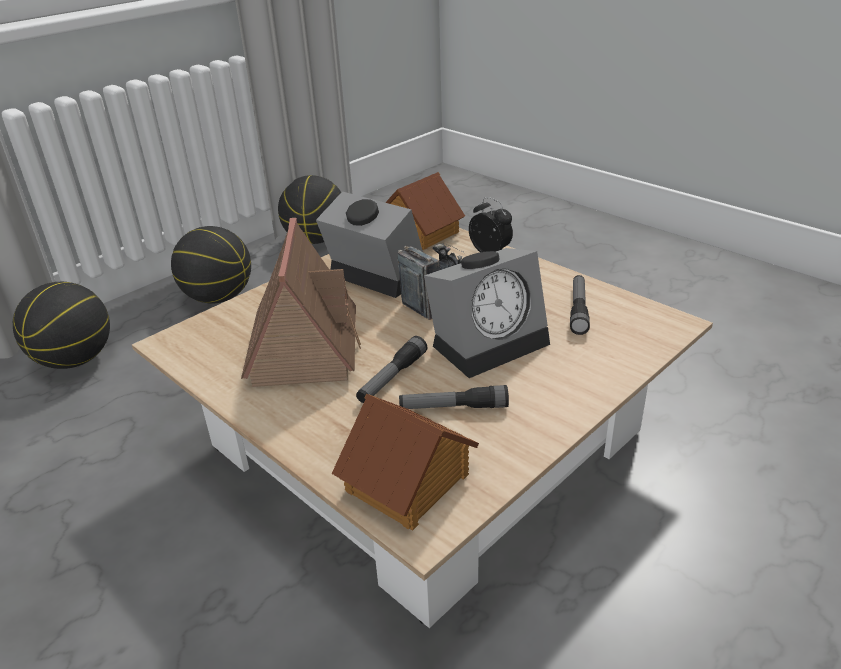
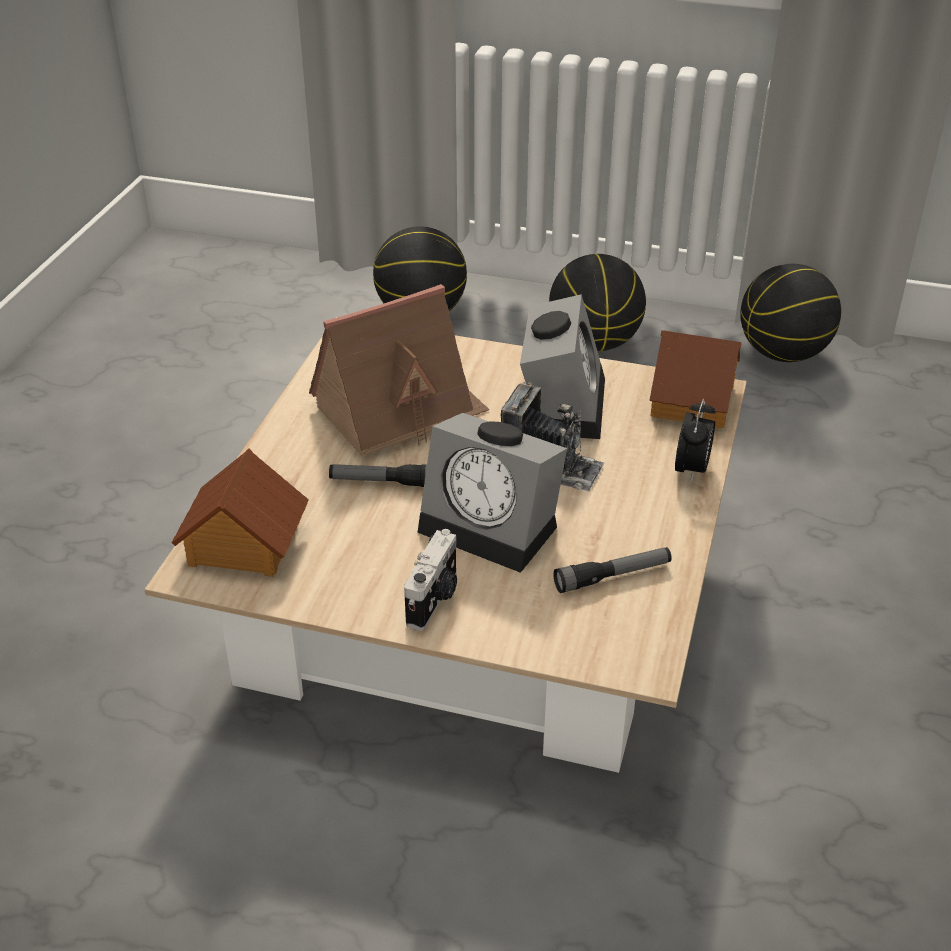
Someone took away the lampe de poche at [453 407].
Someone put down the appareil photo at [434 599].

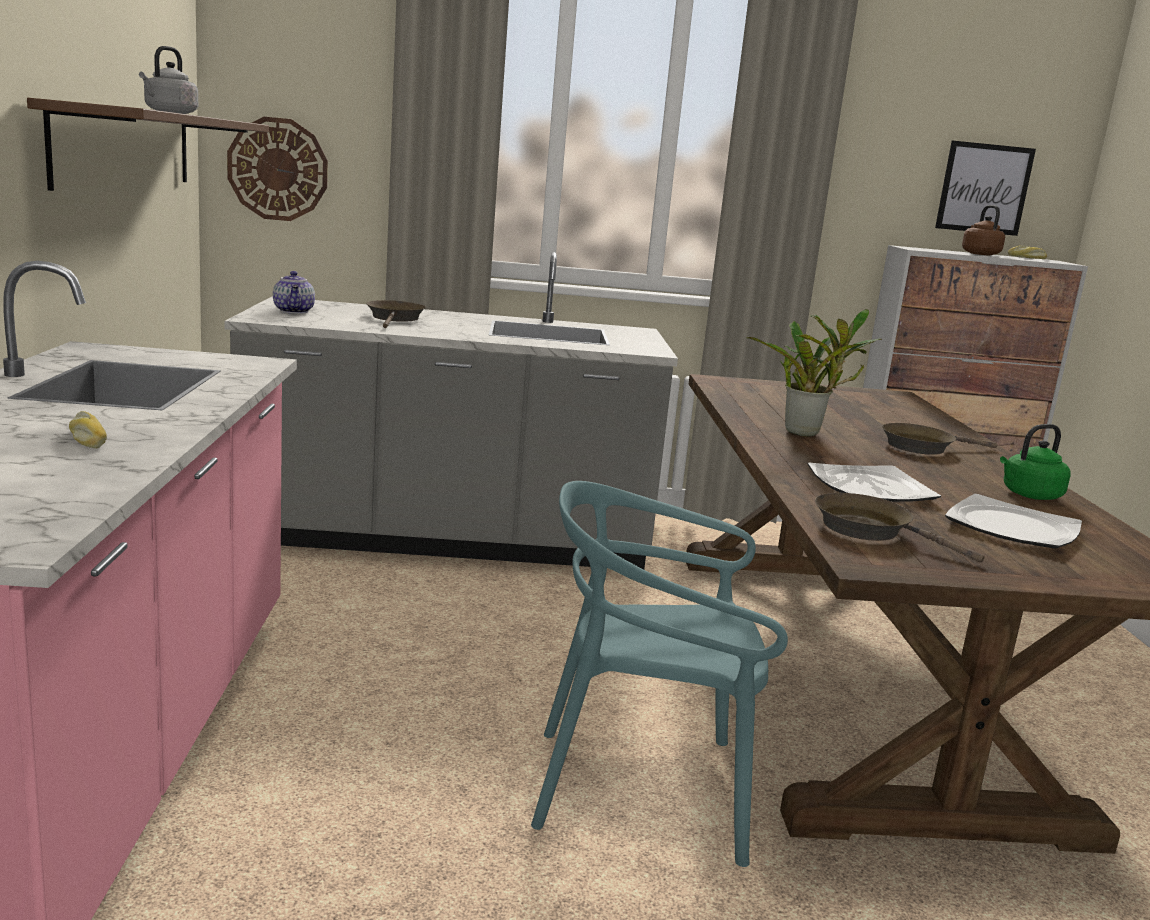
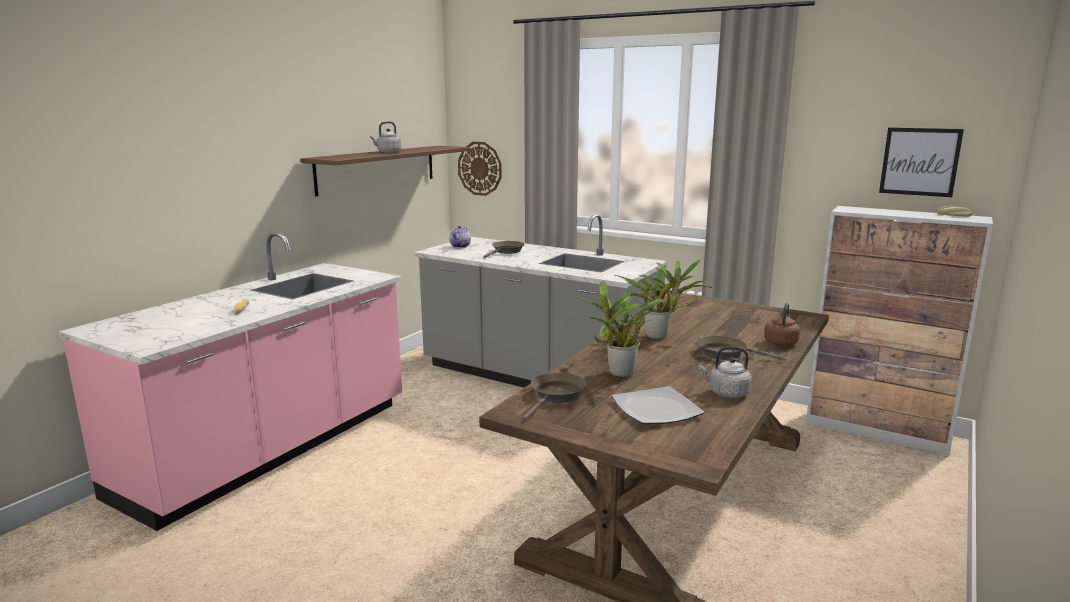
Someone took away the chaise (turquoise) at [641 789].
Someone swapped the assiette at [871 488] for the plante en pot at [618 374].
Someone rotated the poêle (marron) at [869 530] by 45 degrees clockwise.
Someone carried the bouilloire (marron) from [979 254] to [781 342].
Someone repainted the bouilloire (vert) at [1029 495], which became the bouilloire (gris) at [726 393].

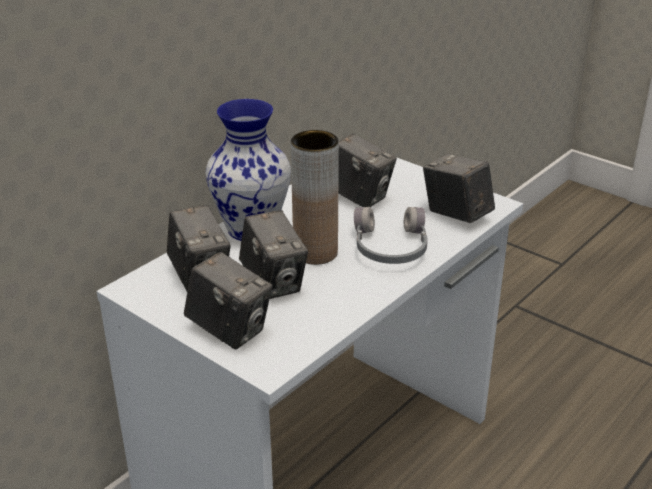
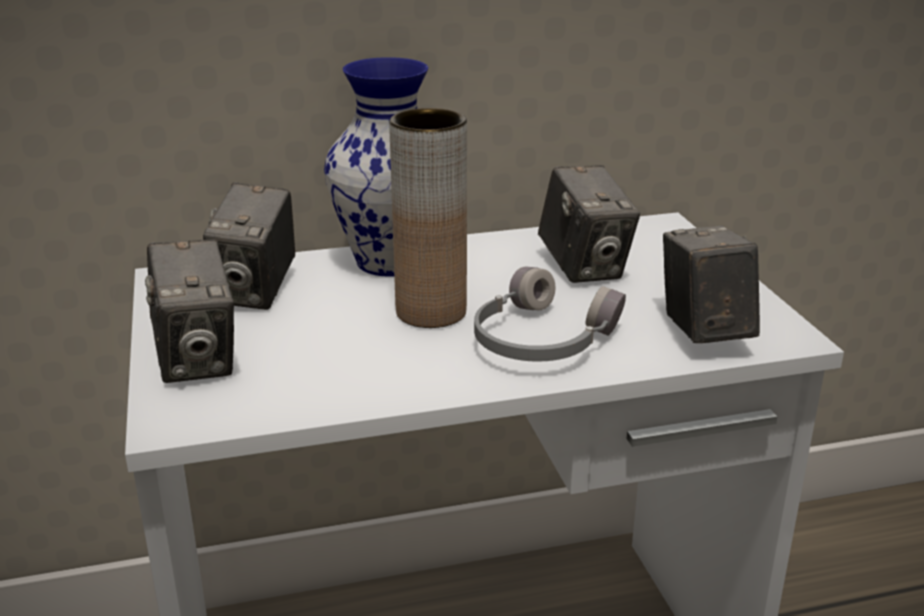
Someone took away the appareil photo at [273 283].

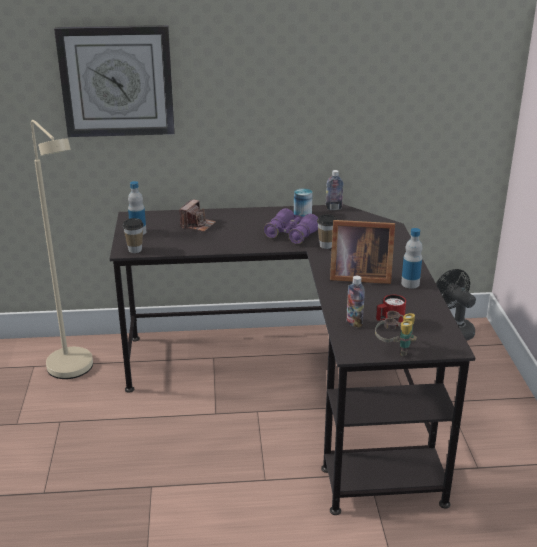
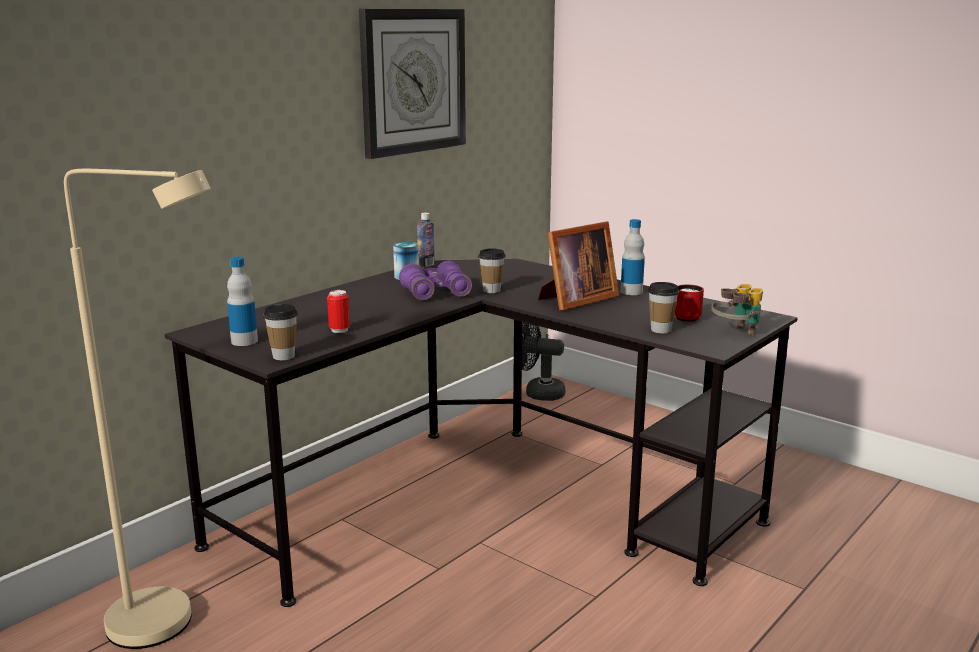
Someone carried the horloge murale from [117 81] to [413 81].
Someone took away the appareil photo at [197 225].
Someone swapped the bouteille at [354 323] for the tasse at [660 330].
Someone put down the boîte métallique at [339 330].

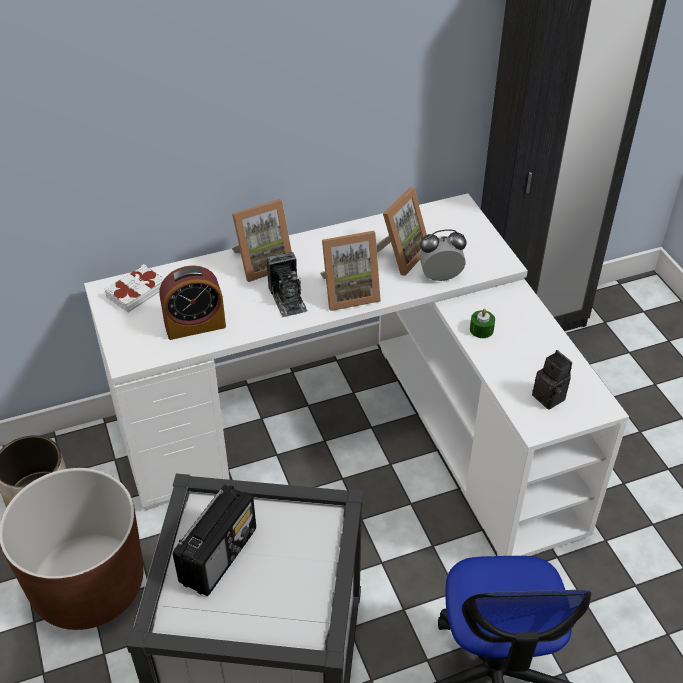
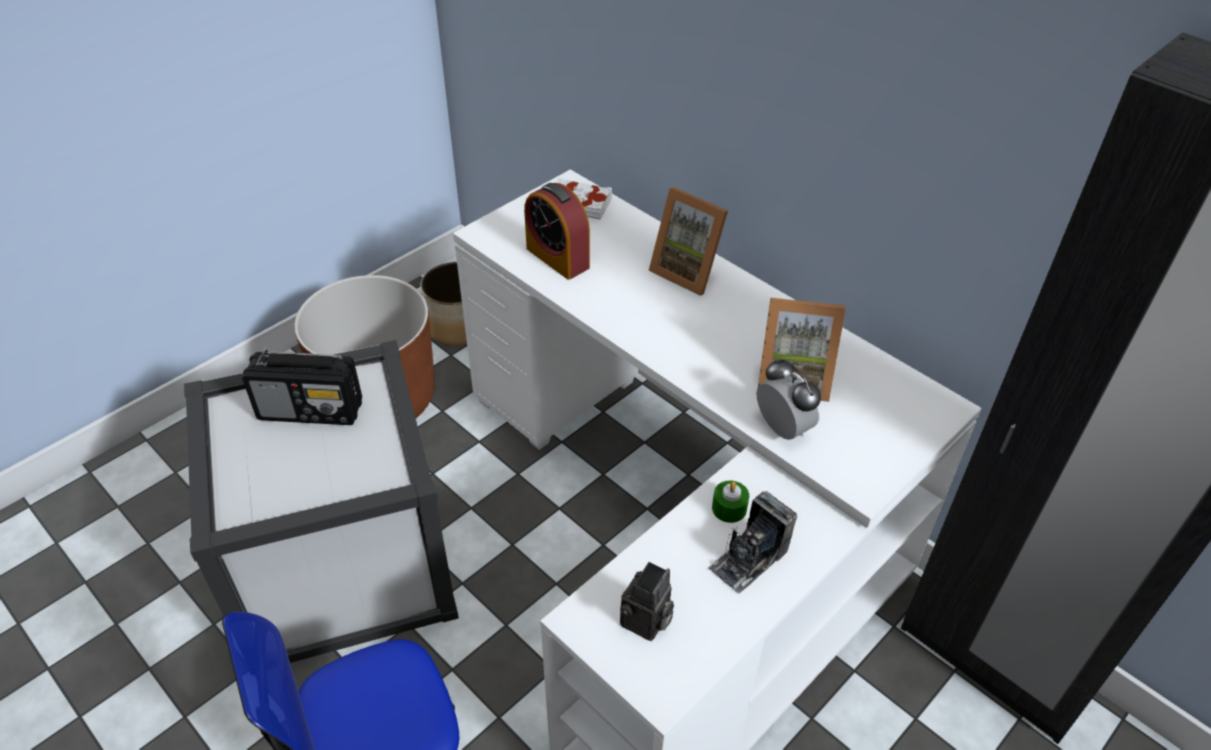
Someone carried the appareil photo from [287 299] to [748 559].
Someone took away the cadre photo at [349 293].

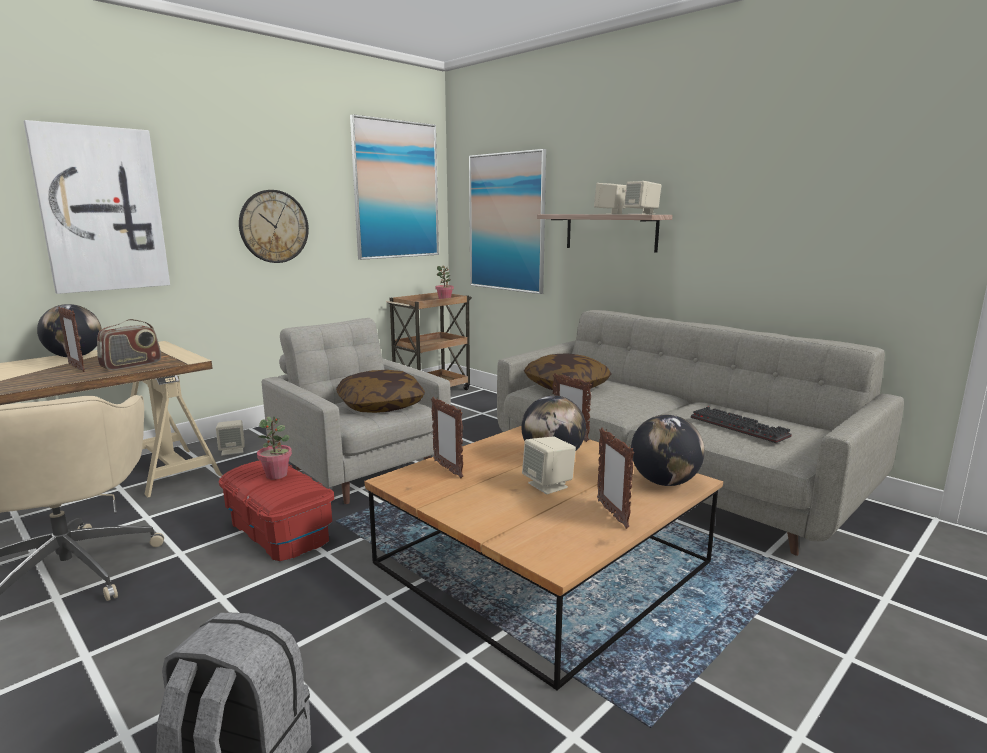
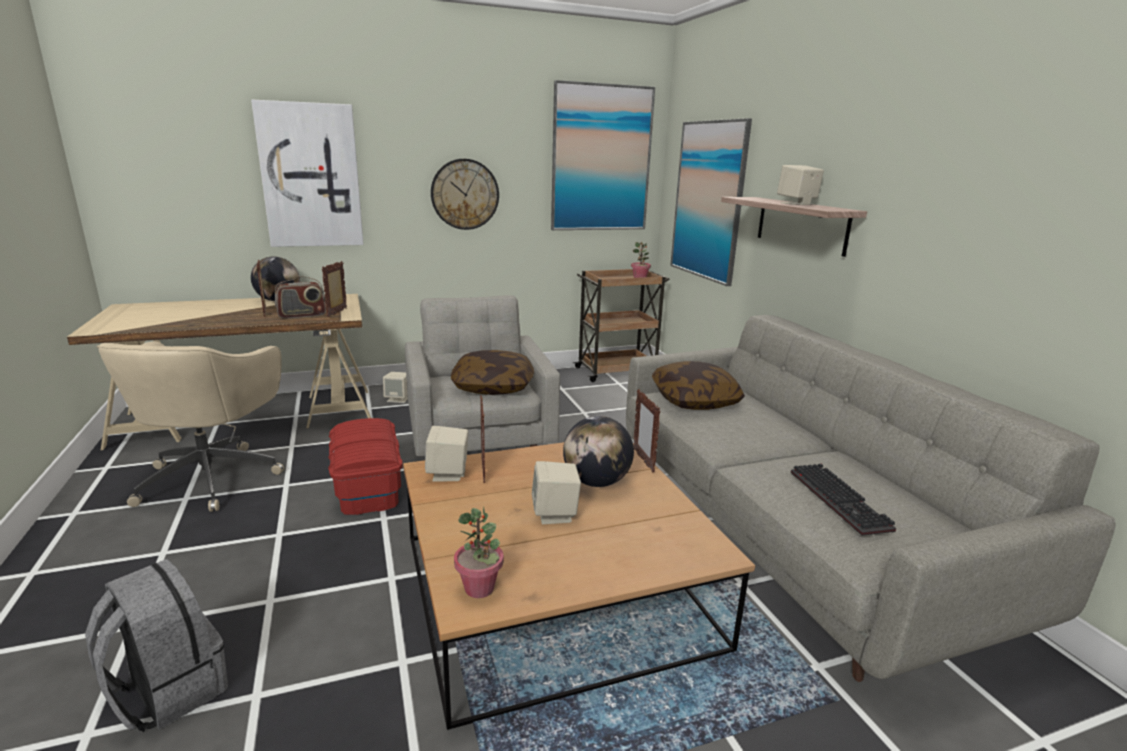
Someone carried the plante en pot from [277 475] to [479 588].
Someone carried the cadre photo from [612 514] to [337 312].
Someone carried the enceinte (beige) from [641 214] to [448 474].
Someone took away the globe at [664 482].

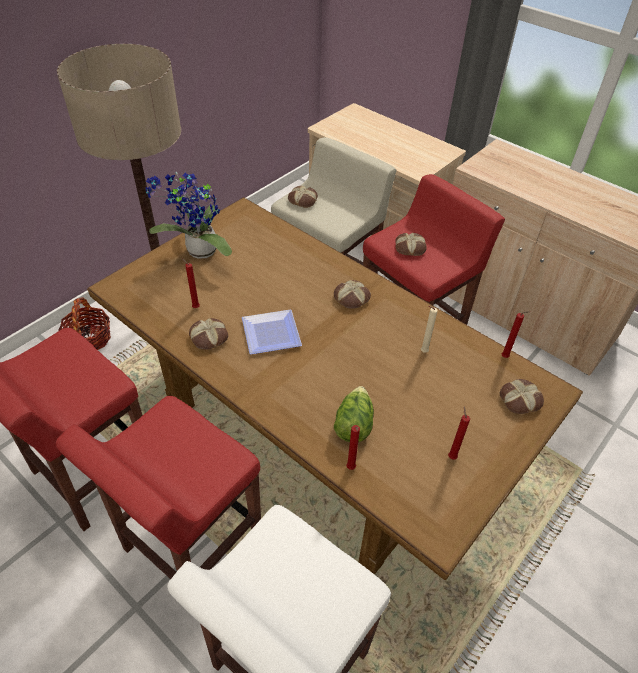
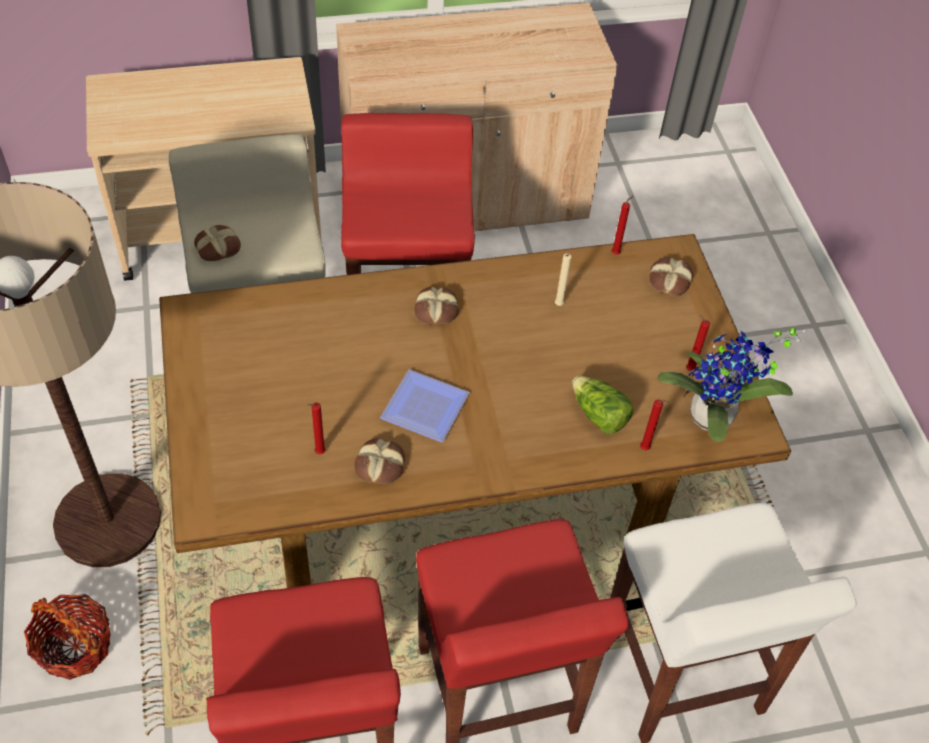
Someone carried the plante en pot from [198 252] to [712 421].
Someone took away the pain at [410 247].

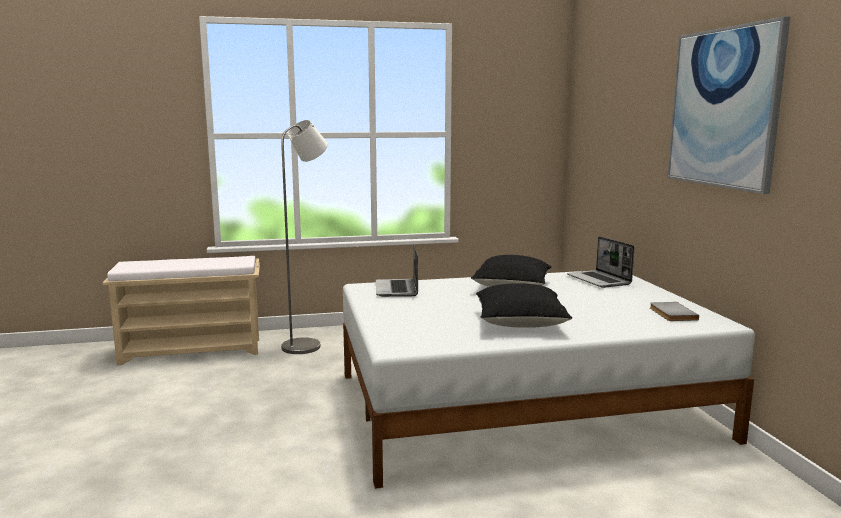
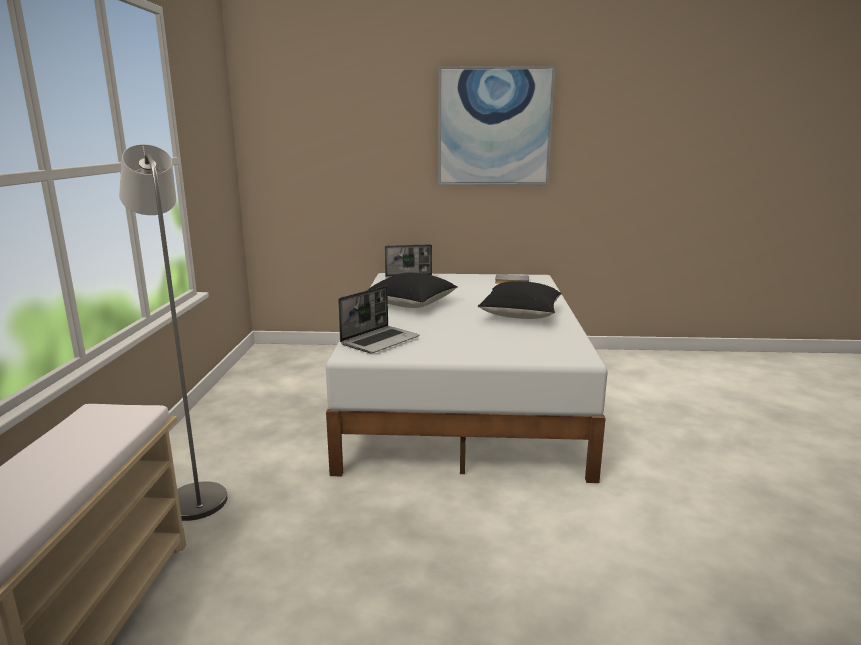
Someone rotated the ordinateur portable at [397 289] by 60 degrees counterclockwise.

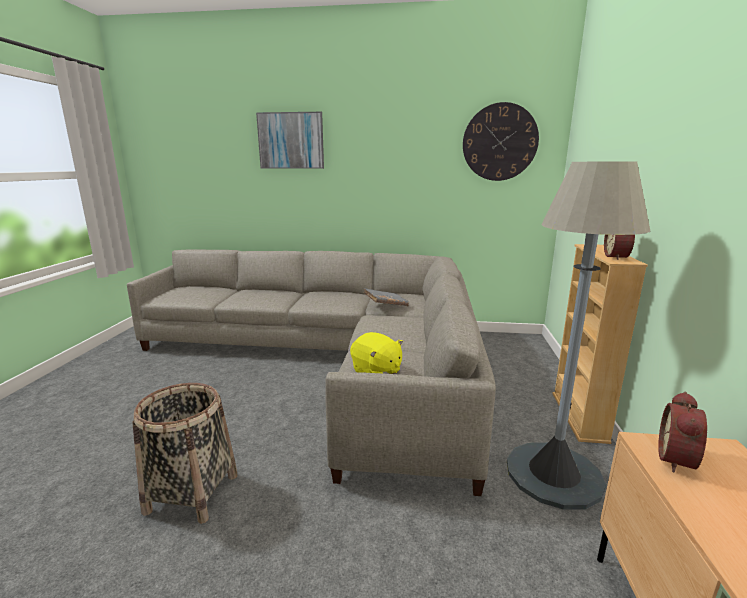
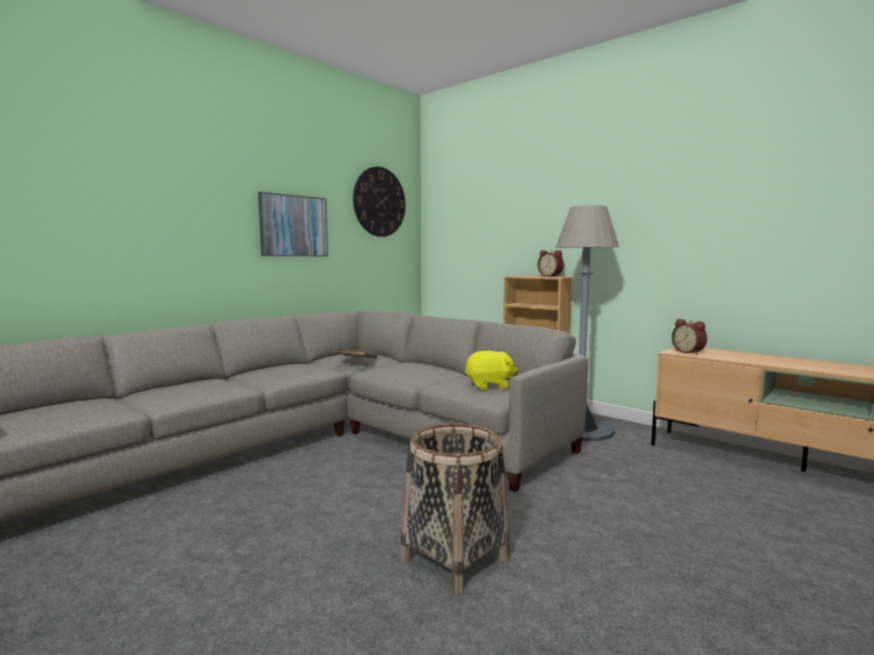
Someone carried the tableau from [291 141] to [293 226].

